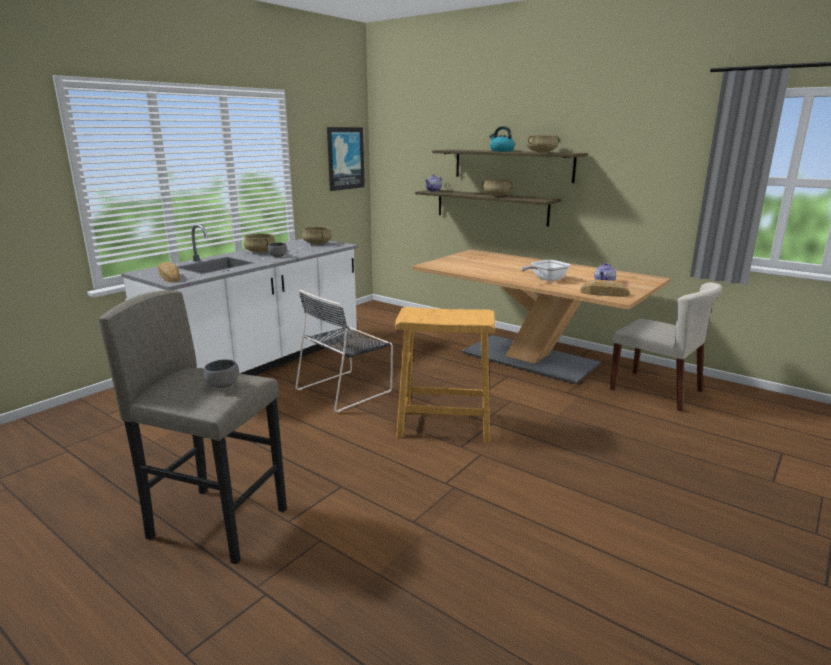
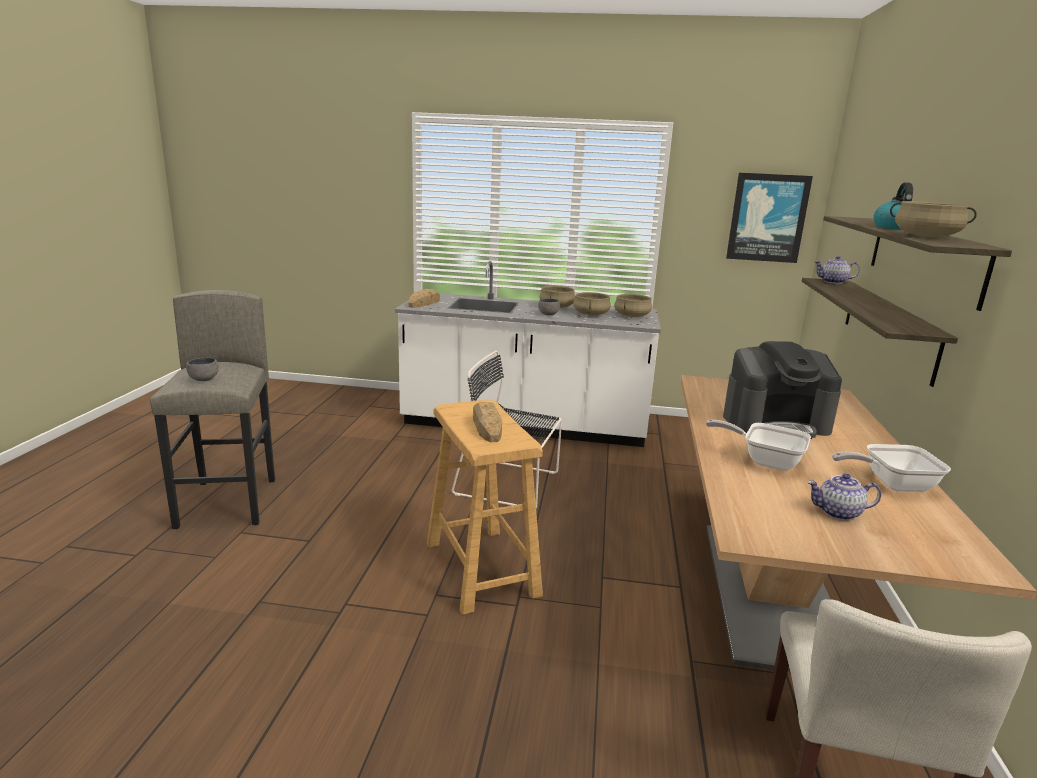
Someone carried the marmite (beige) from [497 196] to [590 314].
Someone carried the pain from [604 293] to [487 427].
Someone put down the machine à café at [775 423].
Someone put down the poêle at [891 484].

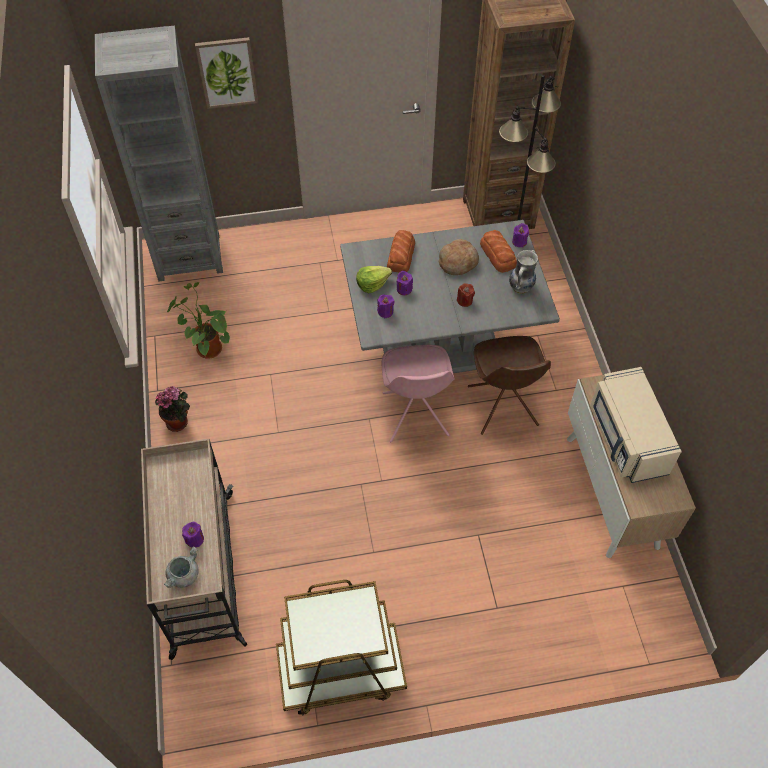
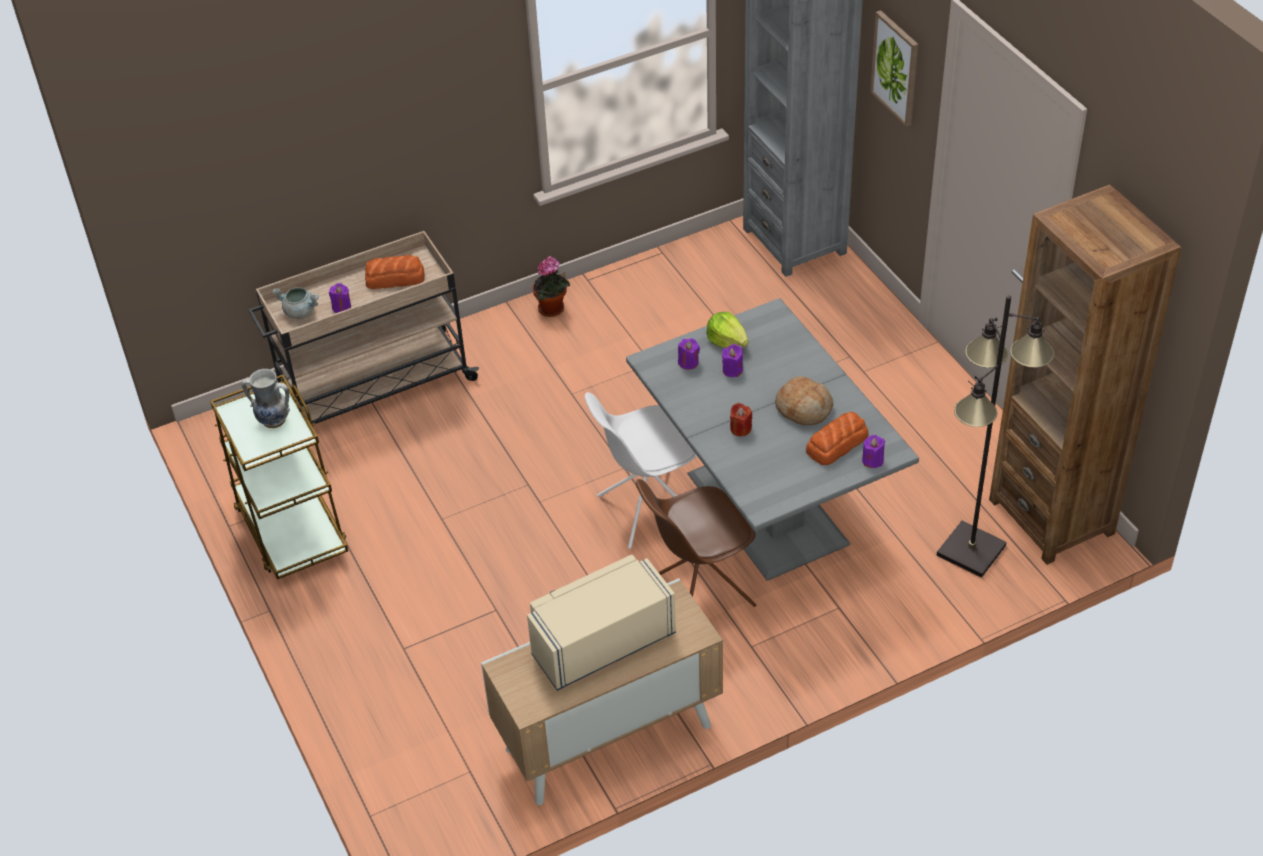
Someone took away the plante en pot at [206 349].
Someone repainted the chaise (rose) at [415 415], which became the chaise (blanc) at [646 510].
Someone carried the pain from [401 255] to [395 278].
Someone carried the vase from [521 287] to [273 421].

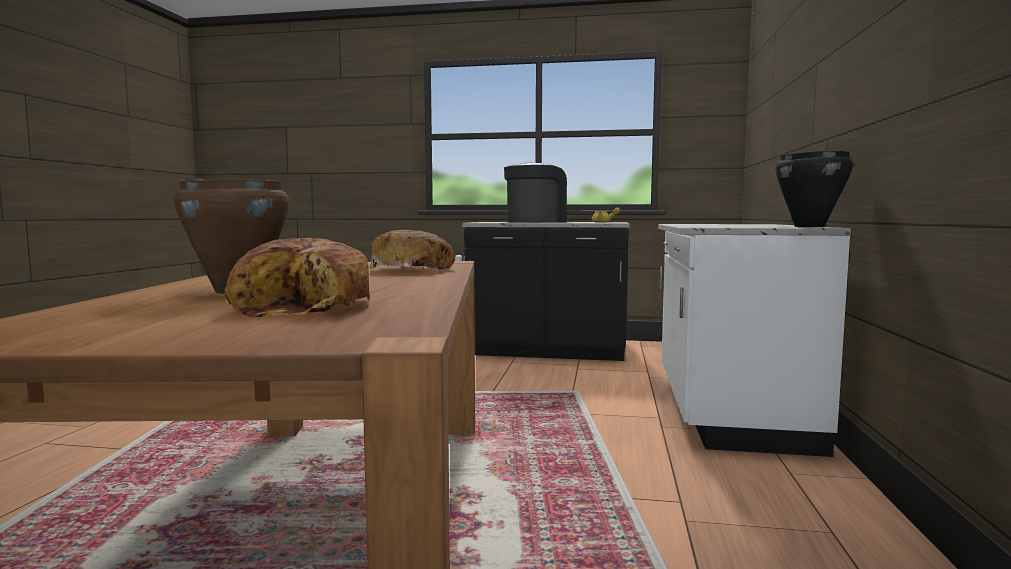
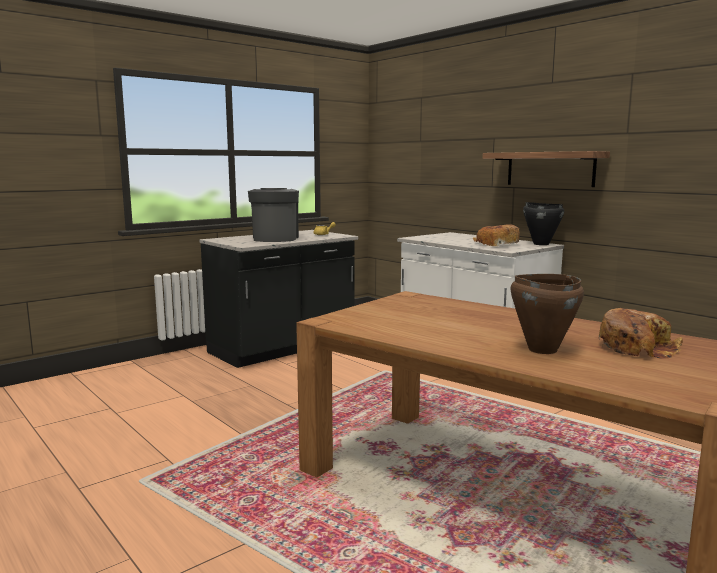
Someone carried the pain from [411 269] to [496 244].
Someone put up the étagère at [550 169].

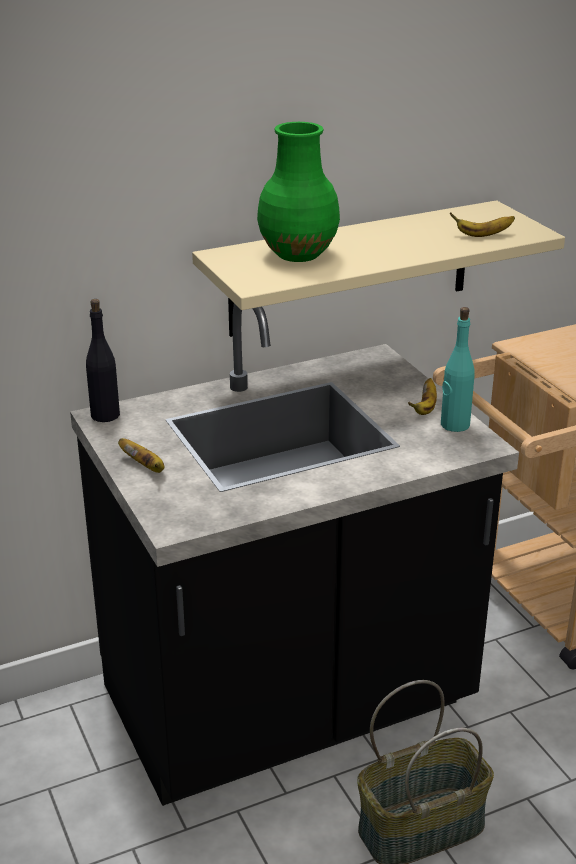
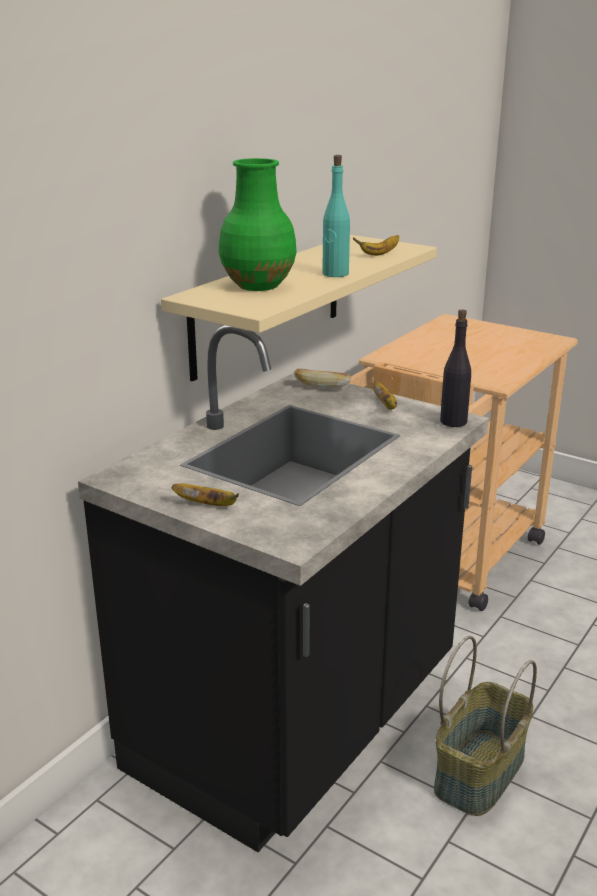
Someone carried the bouteille (noir) from [105 415] to [453 421].
Someone carried the bouteille (turquoise) from [454 425] to [335 274].
Someone put down the pain at [322 387].

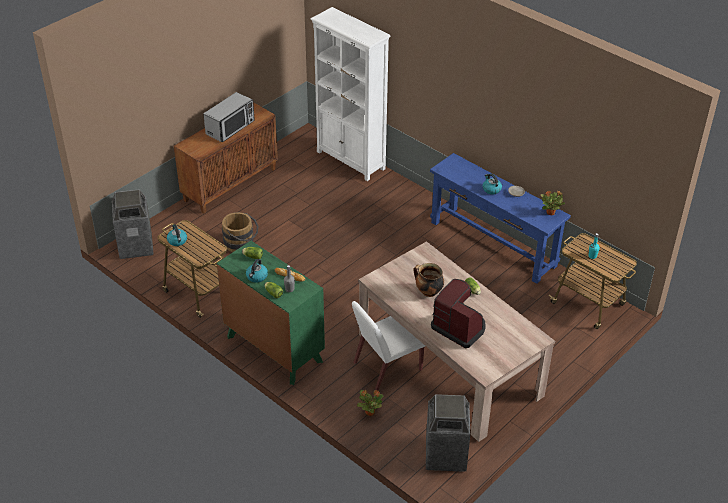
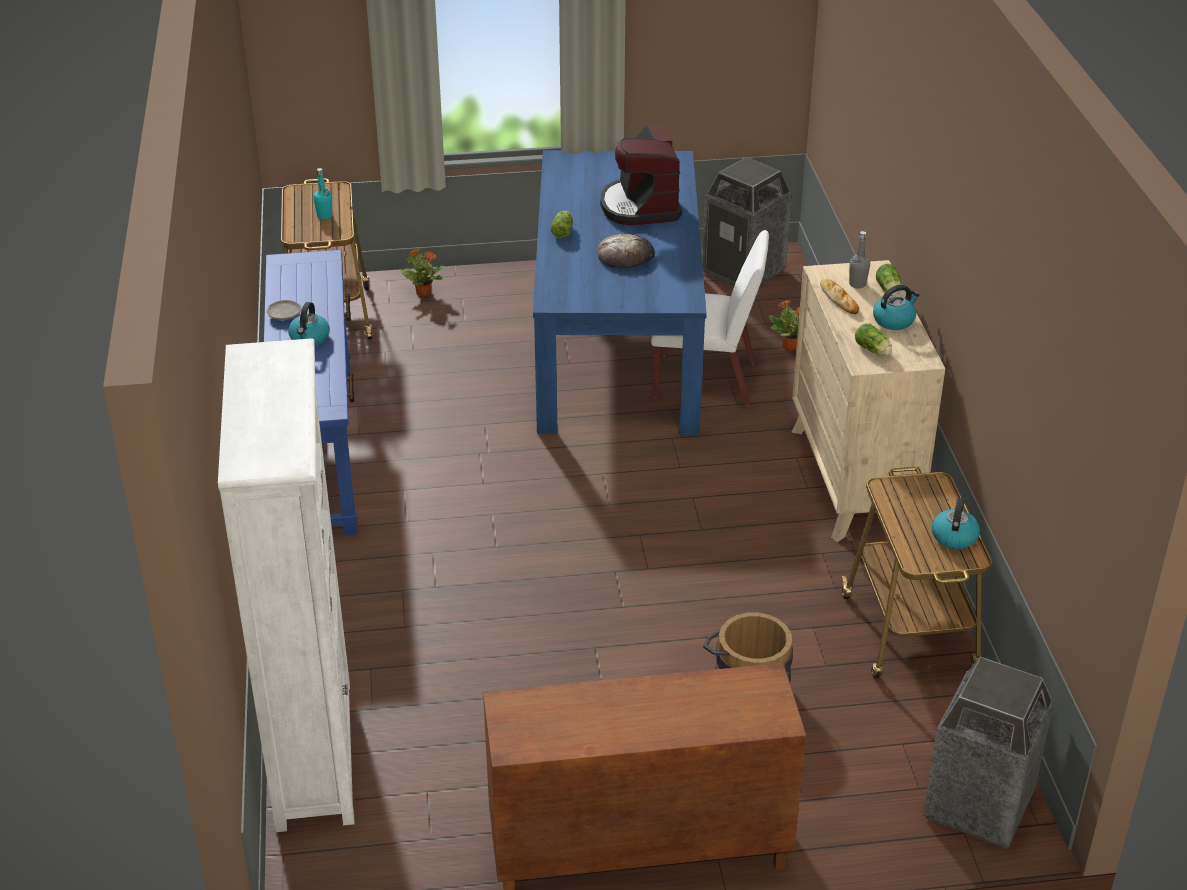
Someone took away the micro-ondes at [230 127].
Someone repainted the commode (vert) at [274 349], which became the commode (beige) at [853 479].
Someone repainted the table à manger (beige) at [449 365], which became the table à manger (bleu) at [617 343].
Someone swapped the marmite at [428 292] for the pain at [626 255].
Someone carried the plante en pot from [551 213] to [423 293].

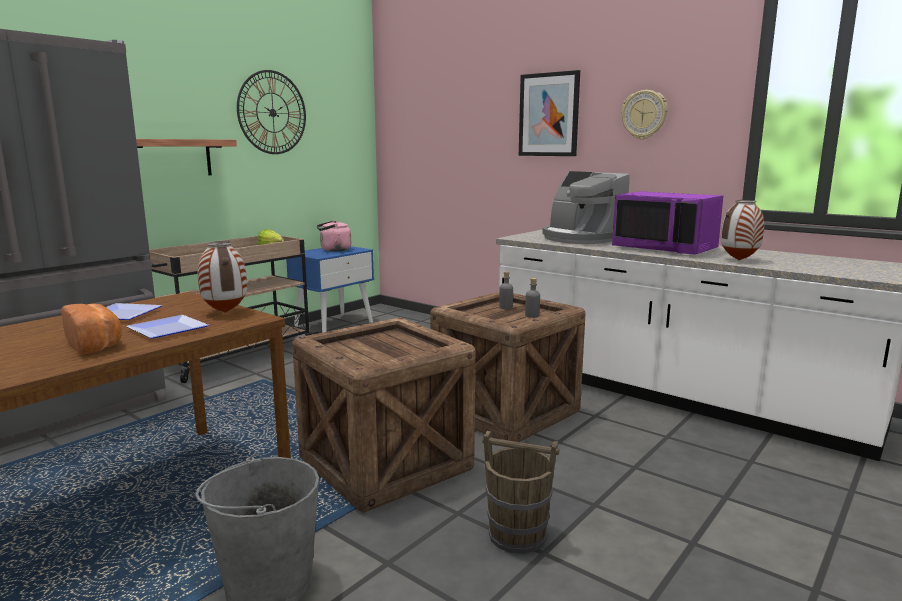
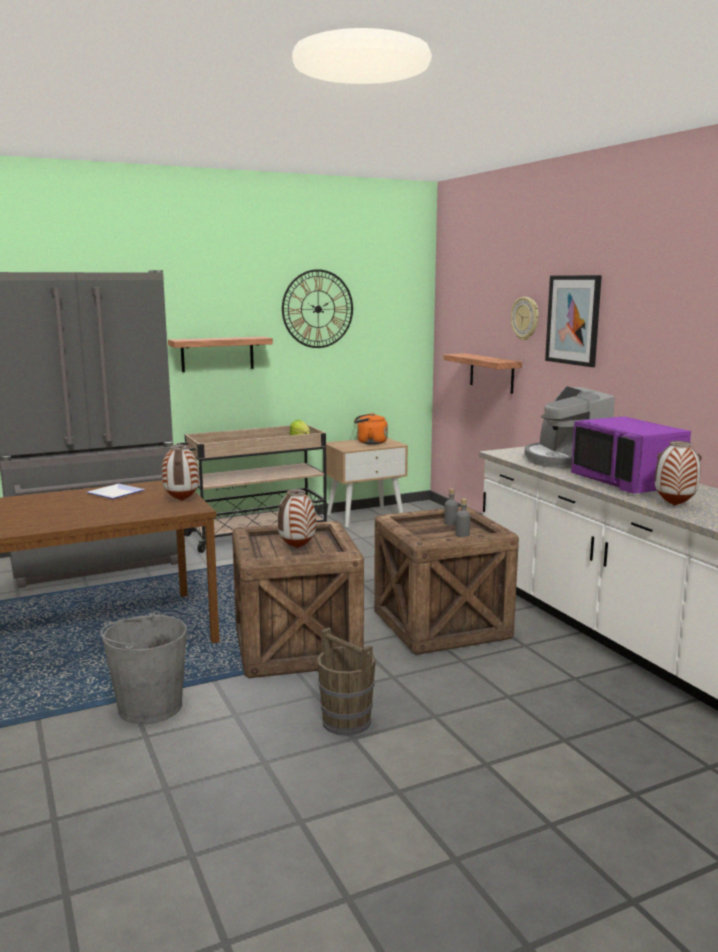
Someone took away the pain at [96 344].
Someone took away the assiette at [167 331].
Someone repainted the table de chevet (bleu) at [334 324], which became the table de chevet (beige) at [365 516].
Someone repainted the bouilloire (rose) at [334 250], which became the bouilloire (orange) at [369 442].
Someone carried the horloge murale from [644 115] to [525 318].
Someone put down the vase at [297 548].
Someone put up the étagère at [491 373].

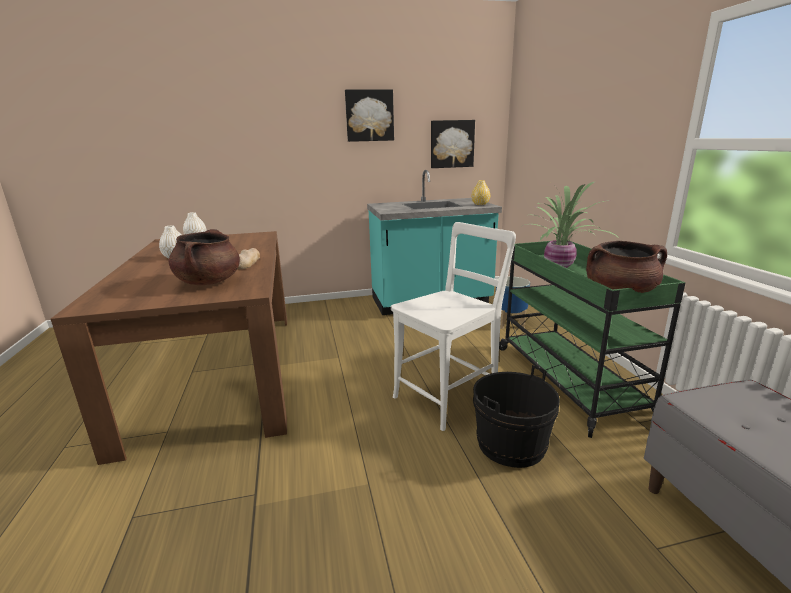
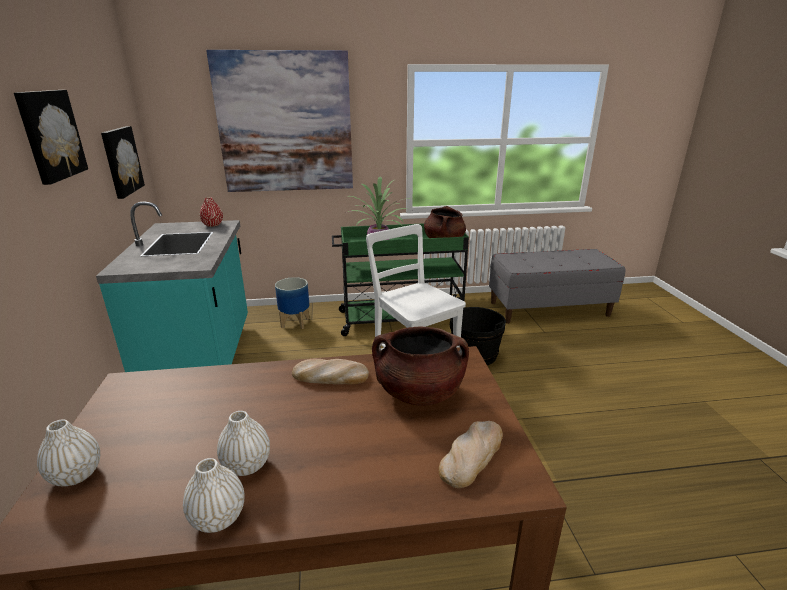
Someone repainted the vase (jaune) at [480 204], which became the vase (rouge) at [213 225].
Someone put down the vase (blanc) at [218 517].
Someone put up the tableau at [285 123].
Someone put down the pain at [472 455].

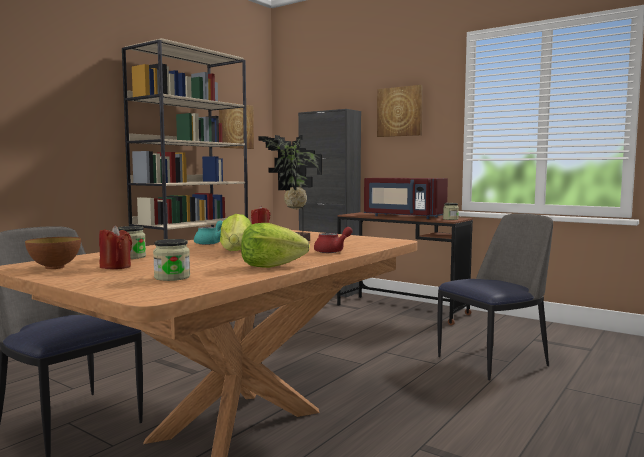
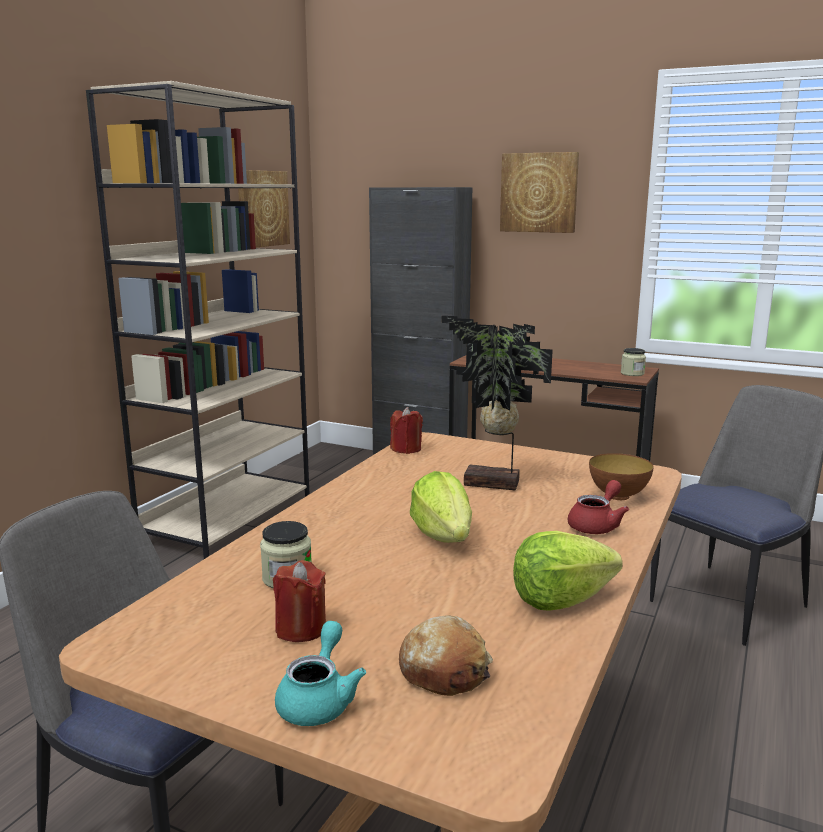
Someone carried the bol from [55 267] to [618 496].
Someone swapped the bocal at [172 277] for the pain at [444 671].
Someone carried the théière (turquoise) from [211 243] to [319 699].
Someone took away the micro-ondes (rouge) at [403 216].

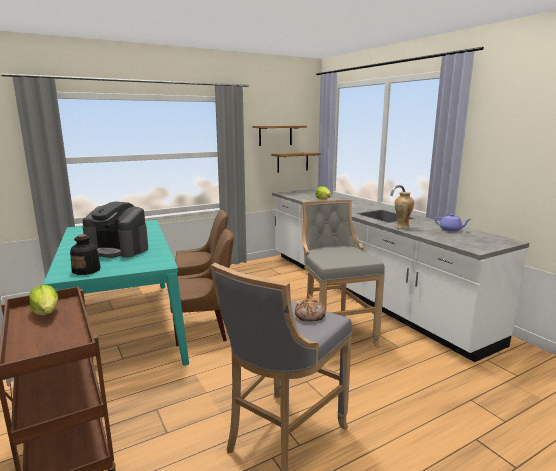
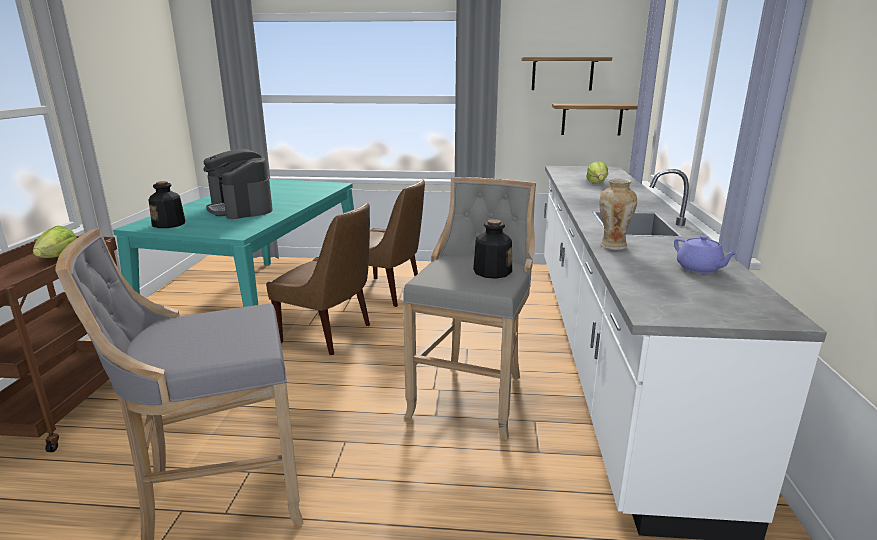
Someone took away the pain at [310 315].
Someone put down the bouteille at [492 271].

